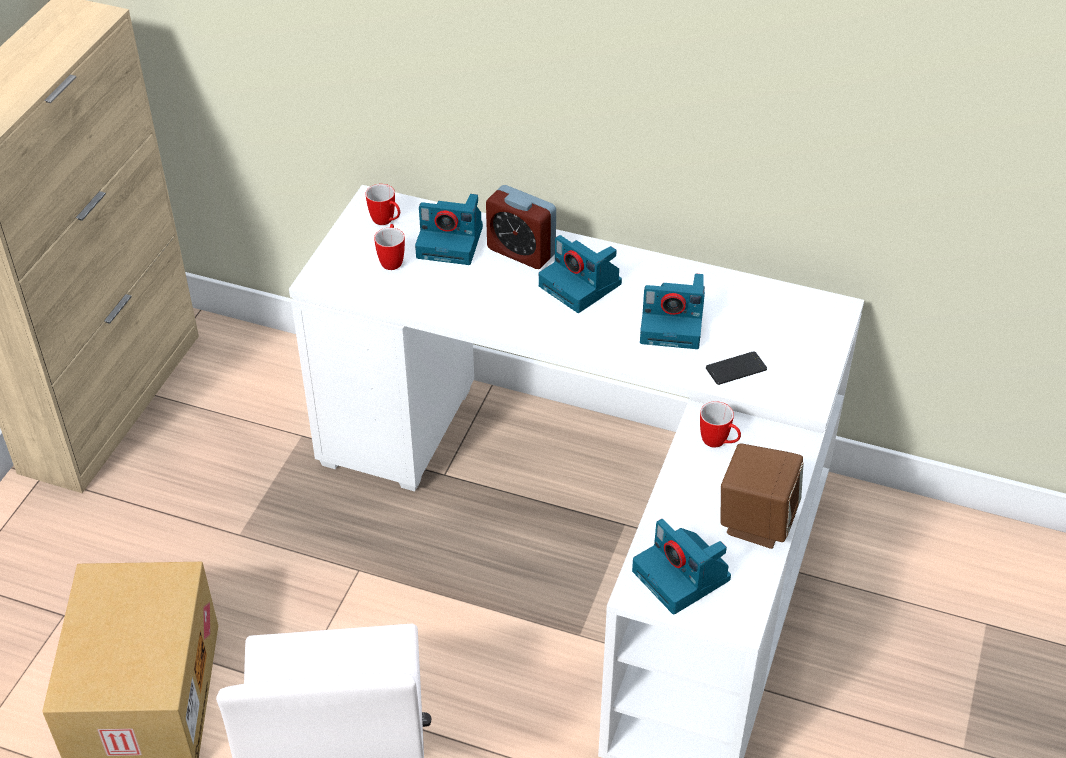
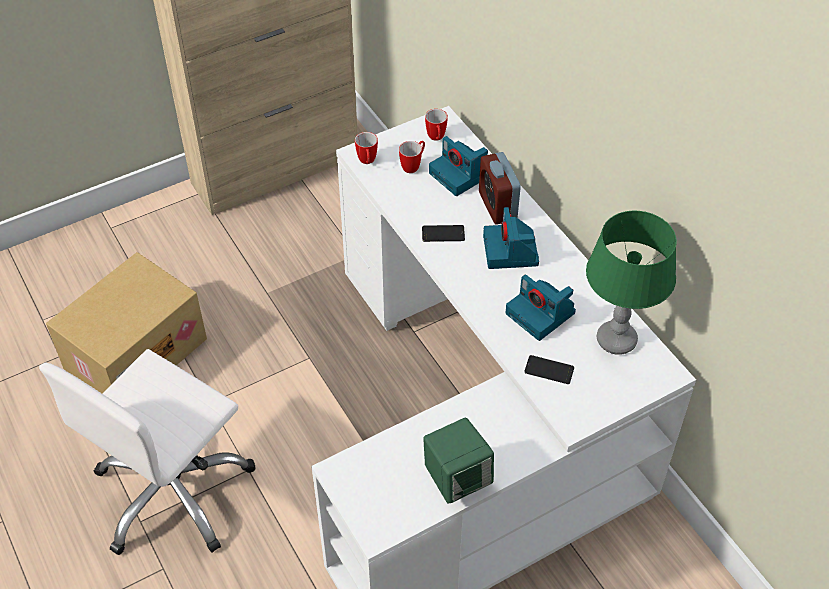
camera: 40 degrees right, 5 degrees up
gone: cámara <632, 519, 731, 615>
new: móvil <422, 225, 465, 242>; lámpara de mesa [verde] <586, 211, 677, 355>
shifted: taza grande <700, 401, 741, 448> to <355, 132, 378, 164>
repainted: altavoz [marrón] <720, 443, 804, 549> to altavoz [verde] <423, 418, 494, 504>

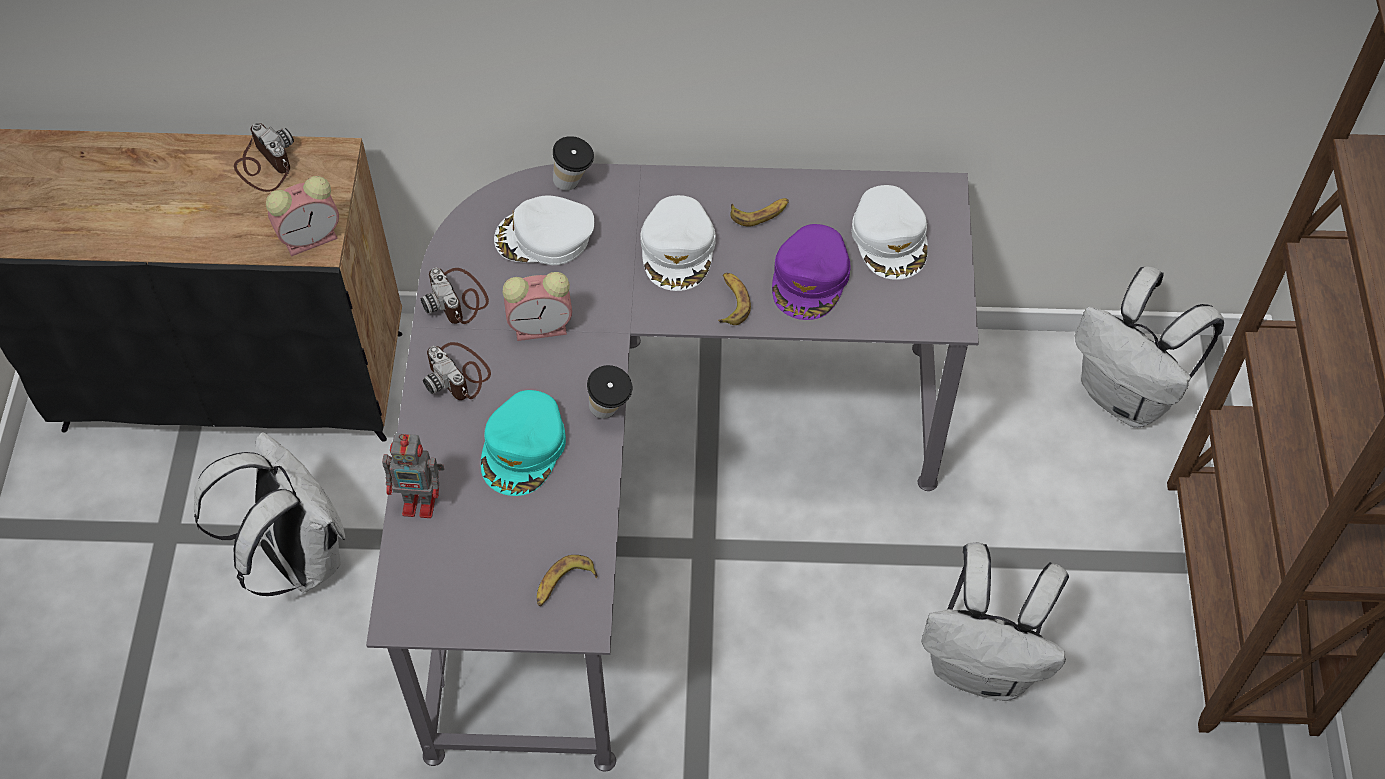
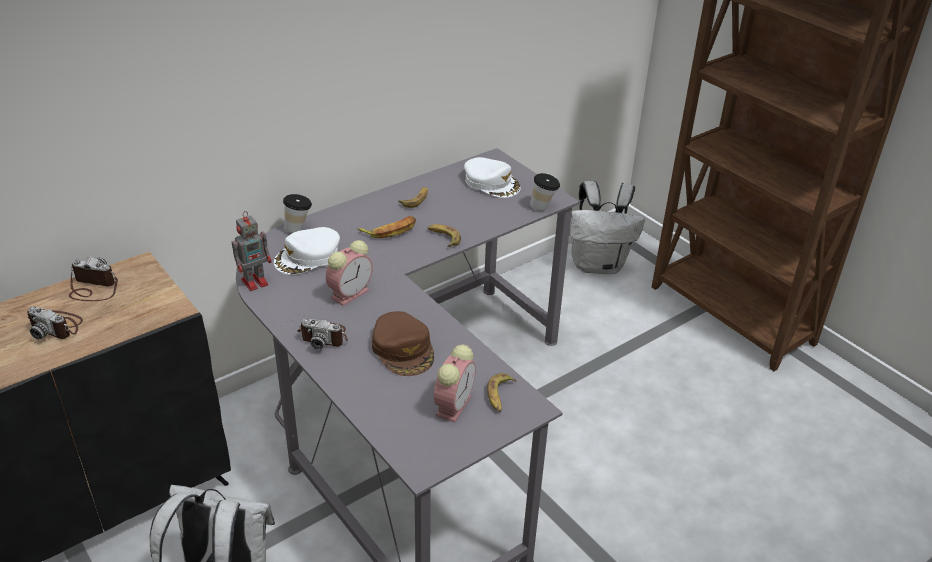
camera: 40 degrees left, 20 degrees down
gone: gorra [morado] <772, 224, 851, 320>; mochila [blanco] <921, 542, 1069, 701>
shifted: despertador <266, 176, 339, 256> to <434, 345, 476, 422>; robot de juguete <382, 433, 445, 518> to <232, 211, 272, 291>; cámara <421, 268, 489, 324> to <27, 306, 83, 340>; taza <587, 365, 632, 419> to <530, 173, 560, 211>
swapped: gorra [blanco] <640, 195, 716, 291> to plátano <357, 216, 416, 238>
repainted: gorra [turquesa] <481, 390, 566, 496> to gorra [marrón] <372, 311, 434, 376>

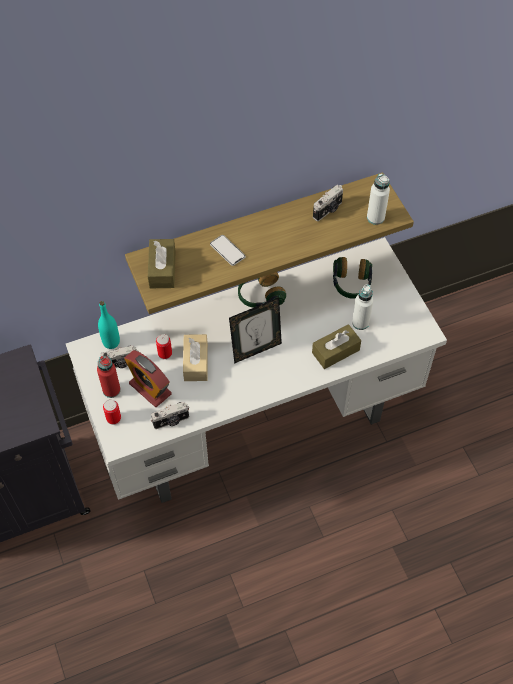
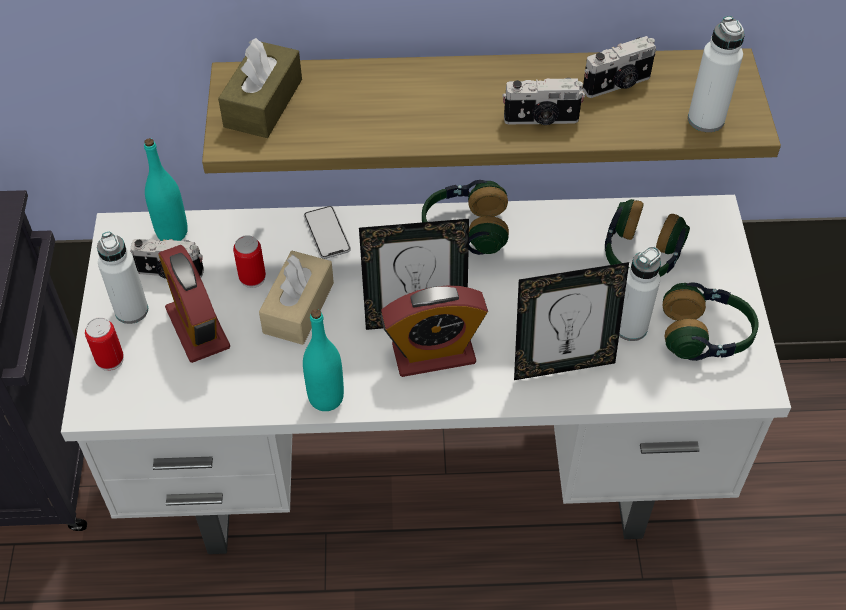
camera: 20 degrees right, 5 degrees down
new: botella [turquesa] <303, 309, 344, 411>; despertador <381, 286, 488, 377>; auriculares <662, 282, 759, 361>
shifted: cámara <150, 402, 189, 429> to <502, 78, 585, 125>; móvil <210, 235, 246, 266> to <304, 206, 351, 259>
swapped: caja de pañuelos [marrón] <312, 324, 361, 369> to portarretratos <514, 262, 629, 380>
repainted: botella [rojo] <97, 356, 121, 398> to botella [blanco] <97, 232, 148, 324>

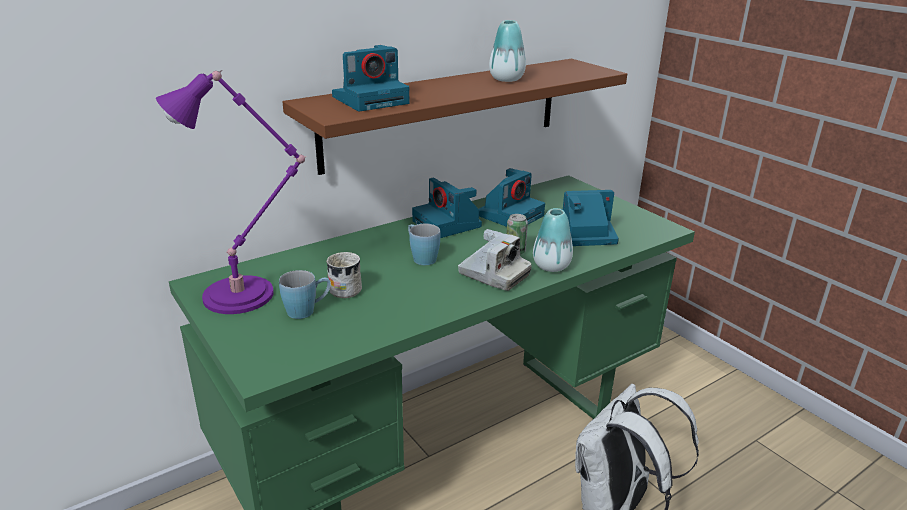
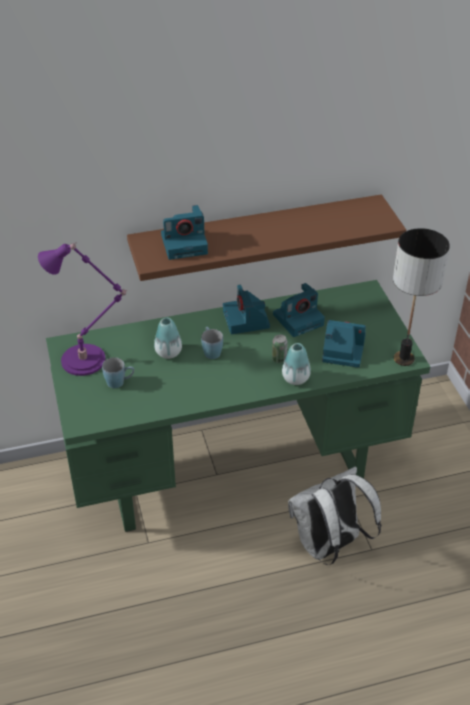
camera: 20 degrees right, 15 degrees up
gone: taza grande [blanco] <326, 252, 362, 298>; cámara <458, 229, 532, 291>
new: lámpara de mesa <393, 228, 450, 366>
shifted: florero <489, 20, 526, 82> to <154, 317, 182, 359>

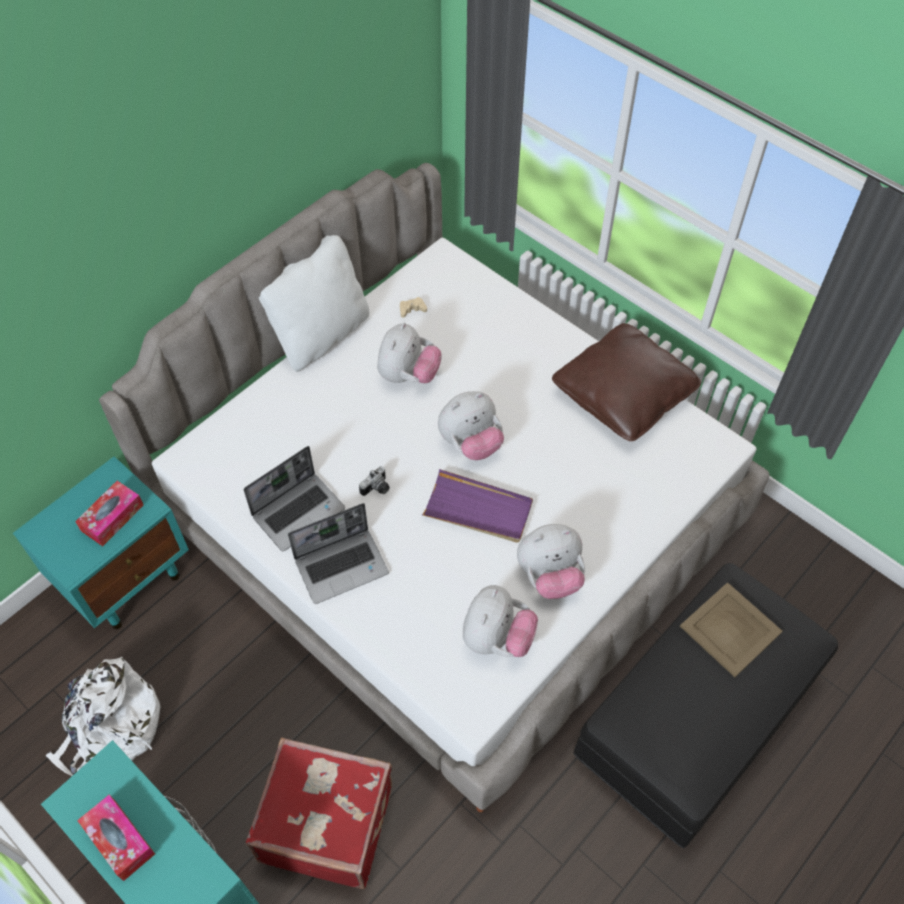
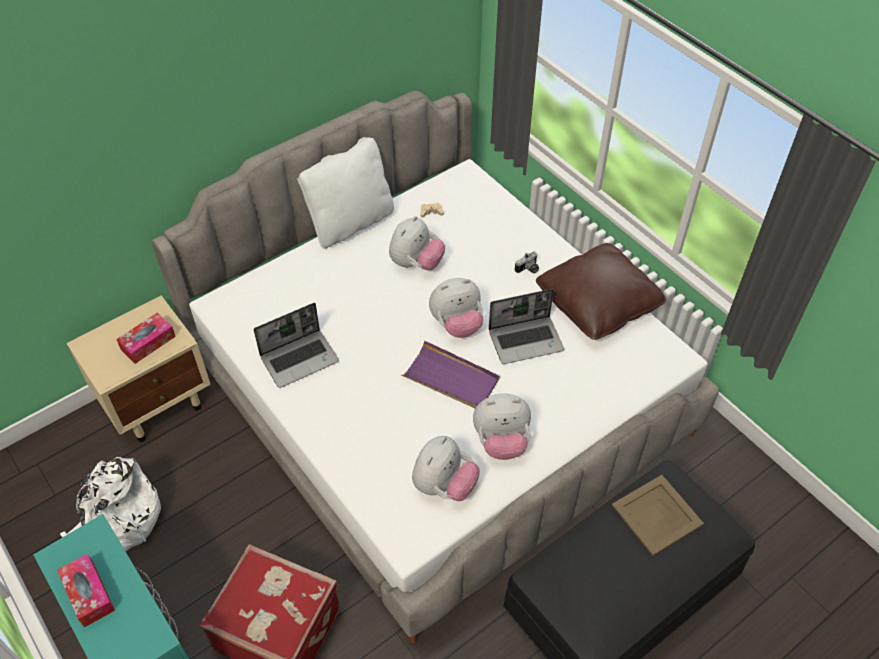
camera: 10 degrees right, 5 degrees down
shifted: portátil <288, 503, 389, 604> to <489, 289, 564, 364>; cámara <359, 466, 390, 496> to <515, 251, 539, 273>
repainted: mesita de noche [turquesa] <13, 456, 189, 629> to mesita de noche [beis] <67, 295, 211, 442>

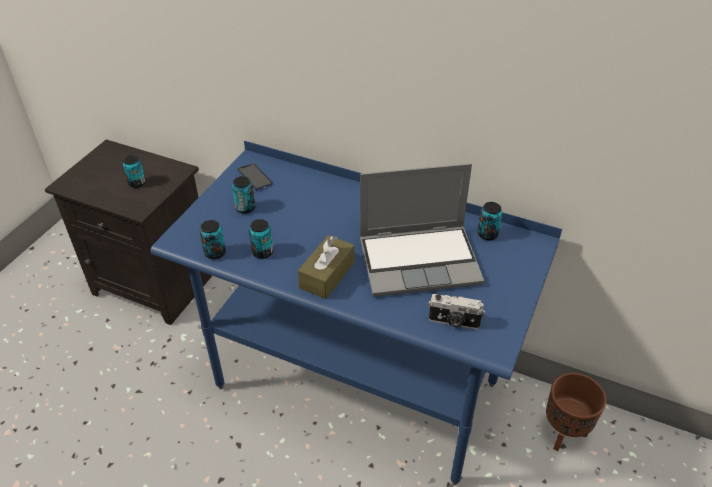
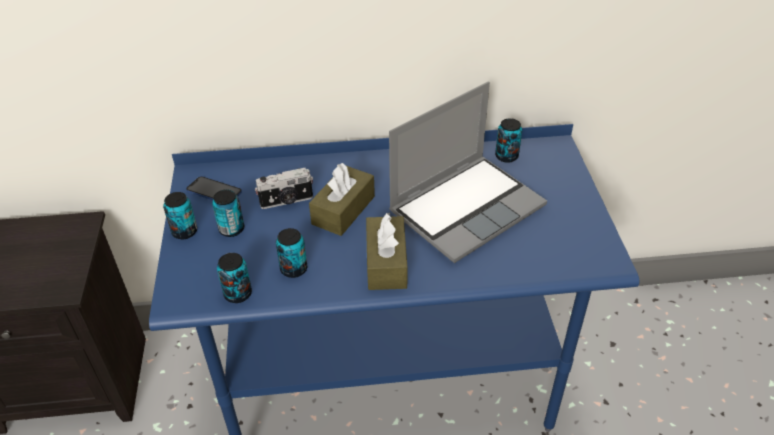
camera: 30 degrees left, 0 degrees up
gone: maceta [marrón] <546, 373, 606, 451>
new: caja de pañuelos [marrón] <309, 163, 375, 236>
shifted: lata <123, 155, 146, 188> to <163, 192, 197, 239>; cámara <428, 294, 485, 329> to <255, 168, 313, 209>

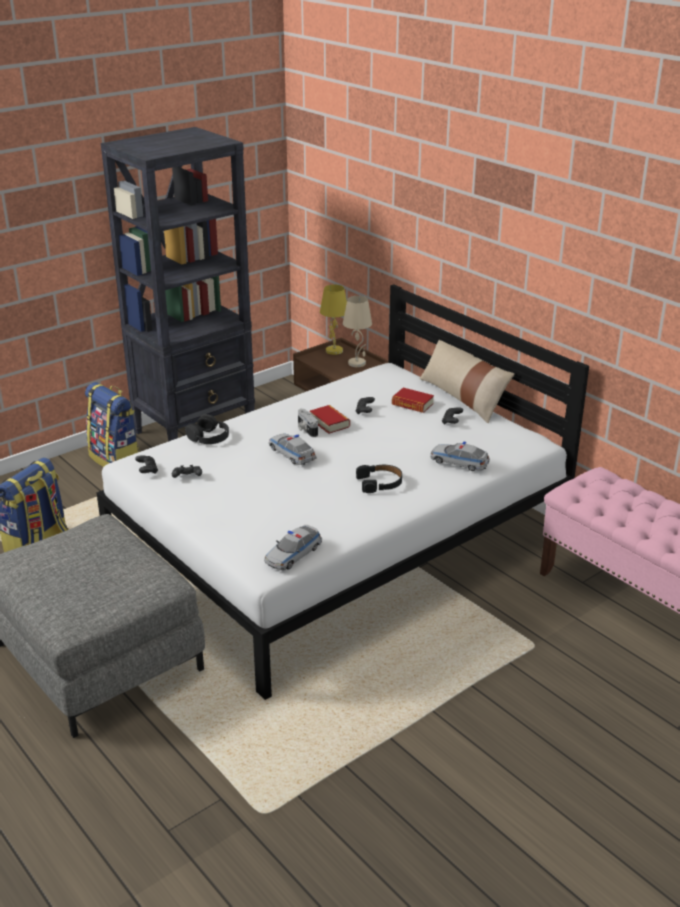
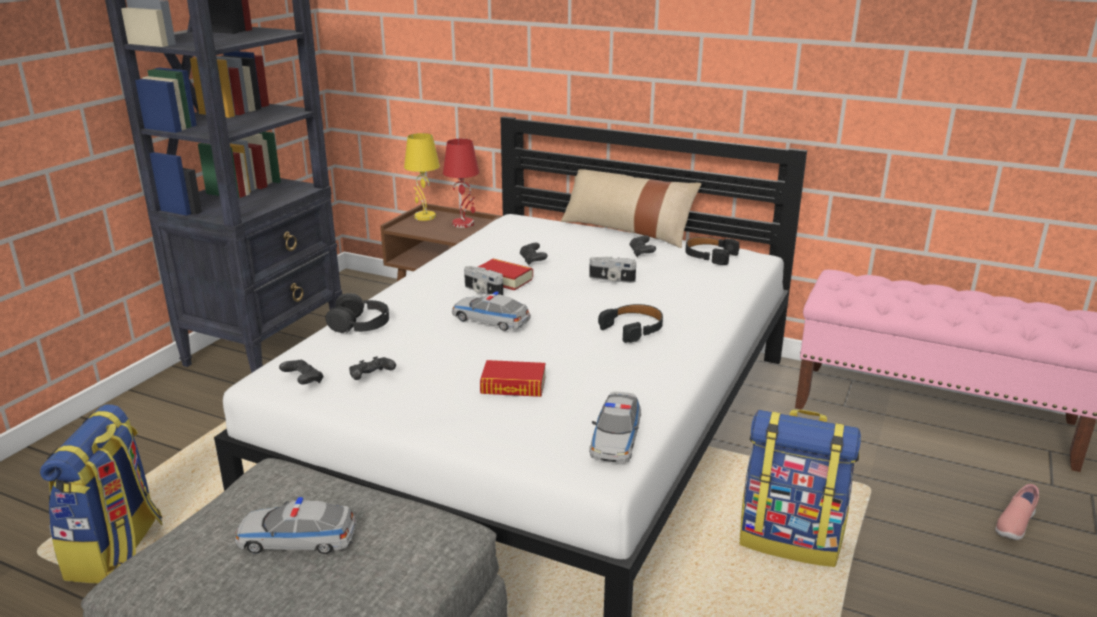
camera: 25 degrees left, 5 degrees down
new: cámara <589, 257, 636, 283>; auriculares [negro] <686, 237, 739, 265>; zapato [rosa] <995, 484, 1039, 540>
shifted: mochila <85, 382, 140, 467> to <740, 410, 861, 567>; libro <392, 388, 434, 413> to <480, 360, 545, 397>; coche de juguete <430, 442, 490, 471> to <235, 497, 356, 554>
repainted: lámpara de mesa [beis] <343, 296, 372, 367> to lámpara de mesa [rojo] <443, 139, 479, 228>

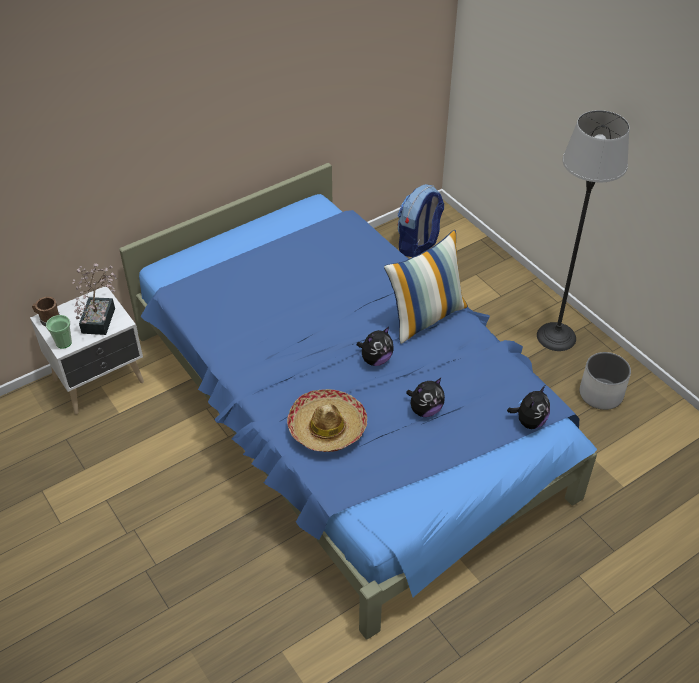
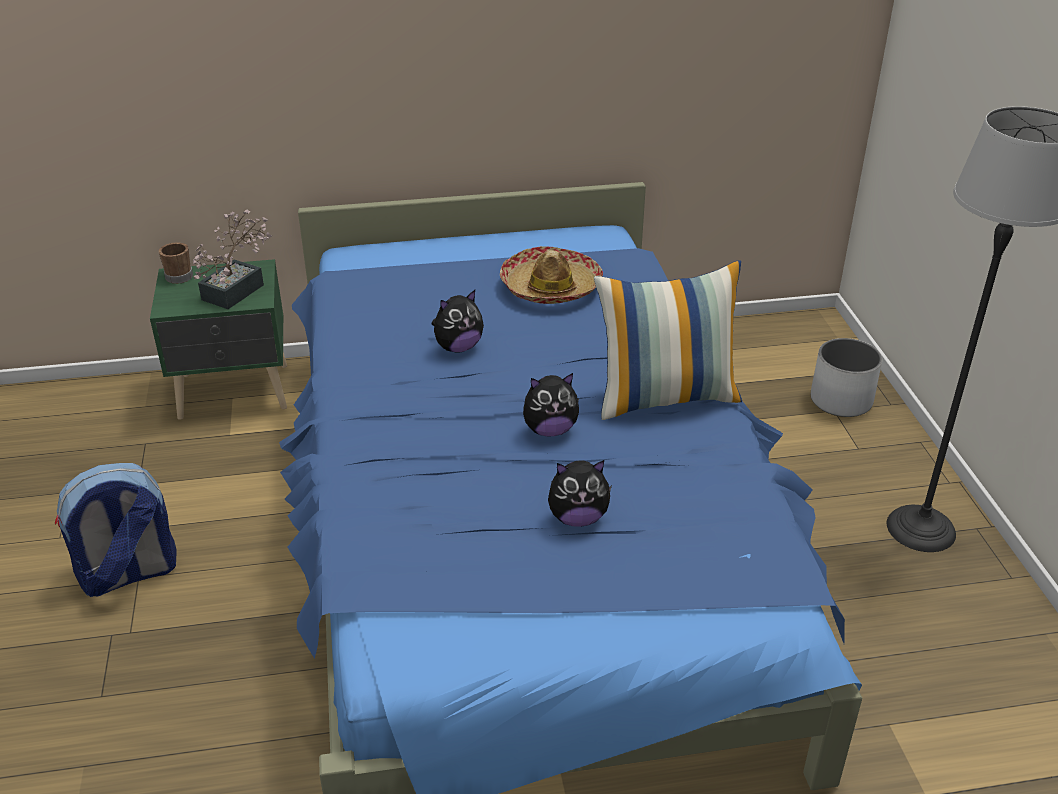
camera: 25 degrees right, 10 degrees down
gone: taza <46, 315, 72, 349>
shifted: sombrero <287, 389, 367, 452> to <500, 246, 603, 304>; mochila <398, 184, 444, 257> to <55, 463, 177, 597>; peluche <507, 386, 550, 429> to <431, 290, 484, 353>; maceta [blanco] <580, 352, 631, 410> to <811, 338, 882, 417>
repainted: mesita de noche [blanco] <30, 286, 144, 414> to mesita de noche [verde] <150, 259, 287, 420>

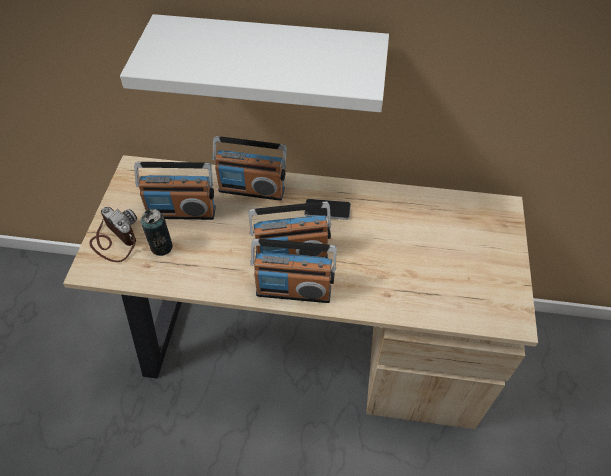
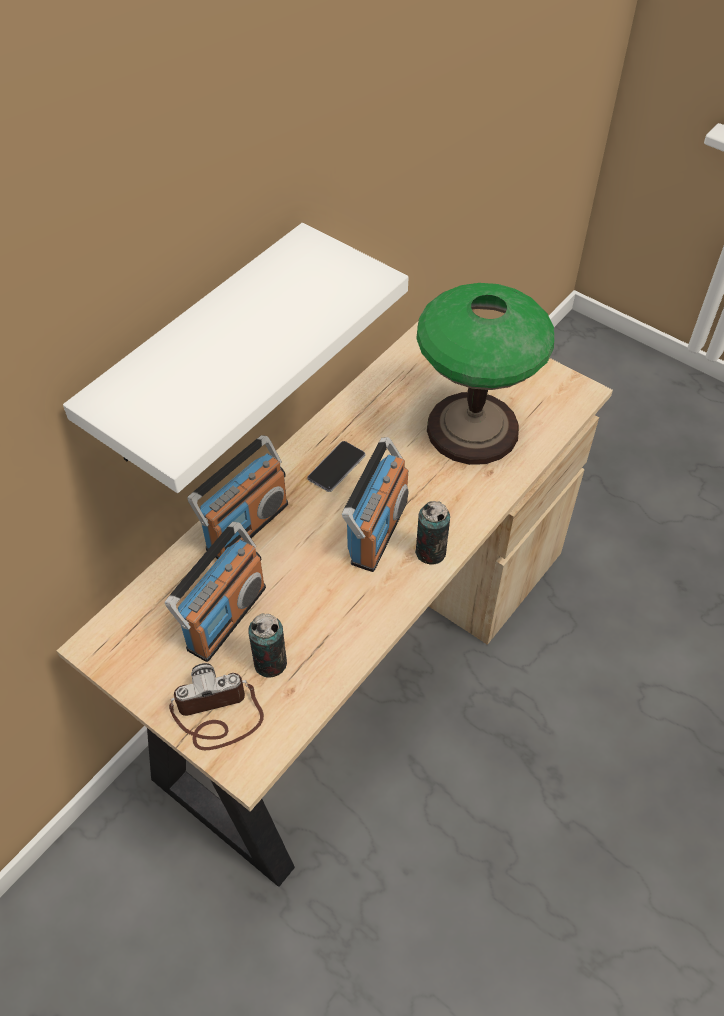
camera: 60 degrees left, 0 degrees up
new: lámpara de mesa <416, 283, 554, 465>
swapped: radio <250, 238, 337, 303> to lata <415, 501, 450, 565>

